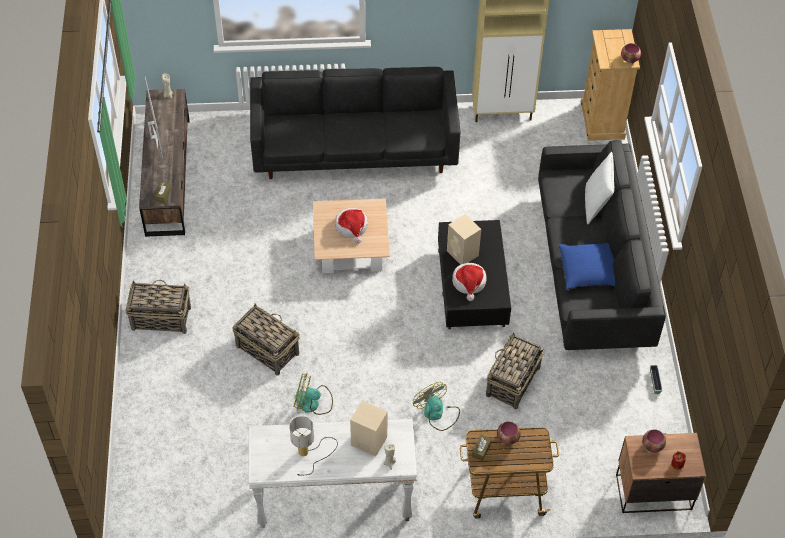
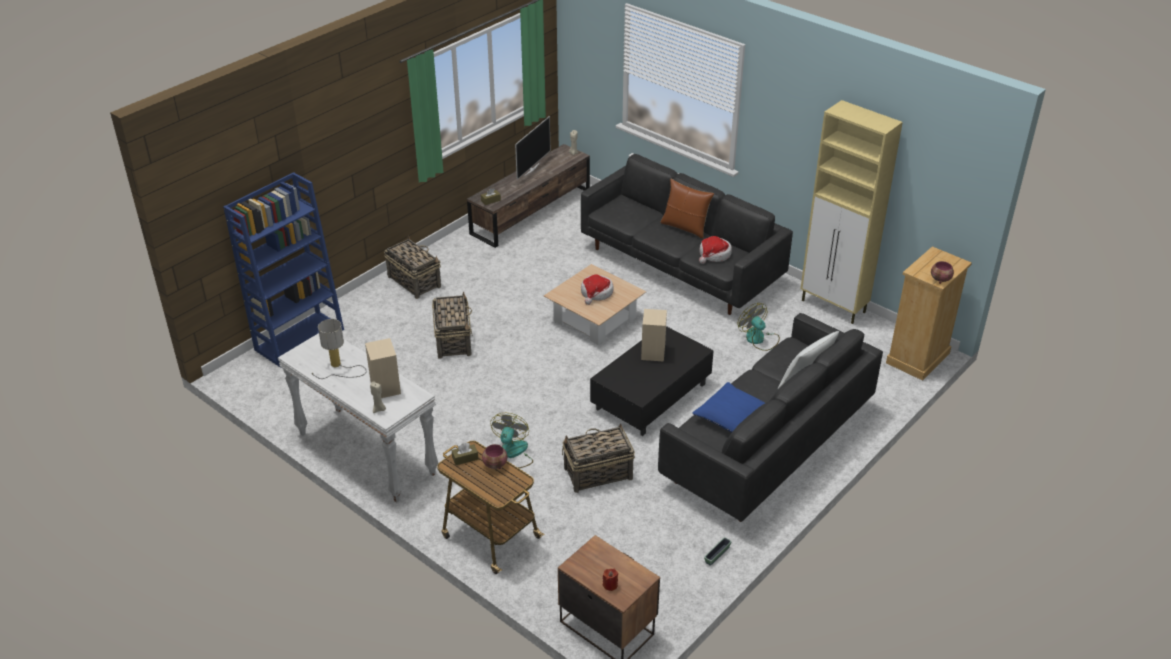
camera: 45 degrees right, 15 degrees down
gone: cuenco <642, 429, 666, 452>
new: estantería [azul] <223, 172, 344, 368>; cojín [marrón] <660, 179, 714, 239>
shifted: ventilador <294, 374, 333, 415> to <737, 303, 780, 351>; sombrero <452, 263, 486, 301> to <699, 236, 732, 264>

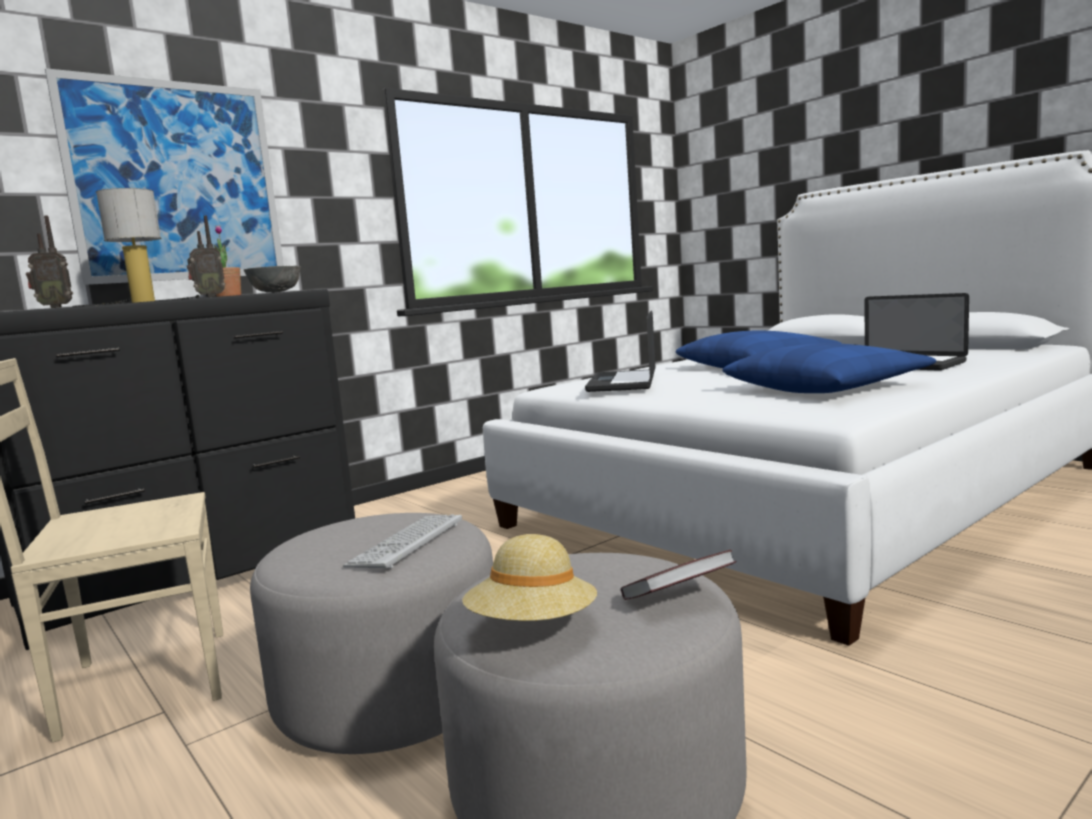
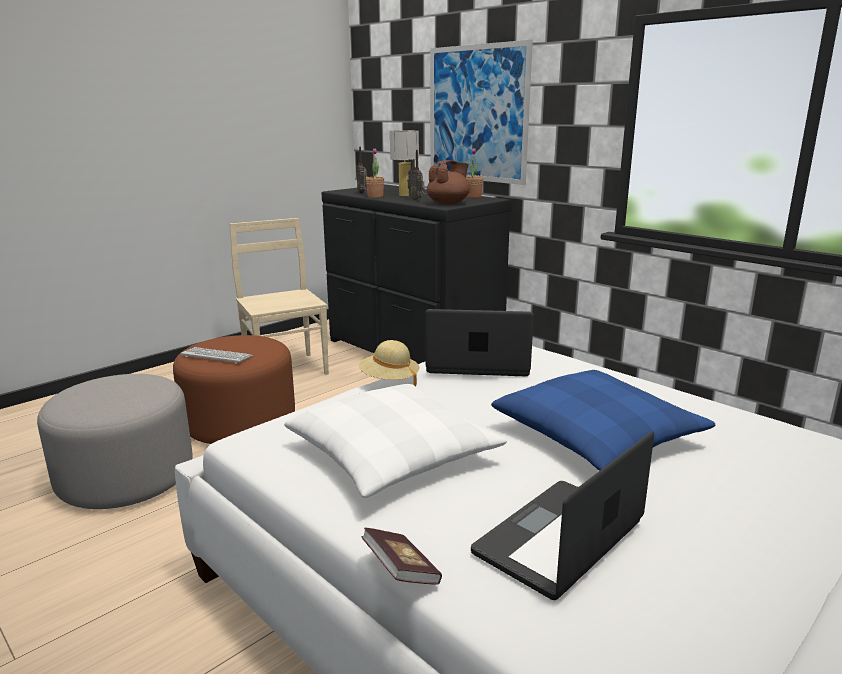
camera: 85 degrees right, 10 degrees up
new: planta en maceta <366, 149, 384, 198>
shifted: sombrero [beis] <462, 534, 597, 621> to <359, 340, 419, 387>; libro <621, 550, 736, 600> to <361, 528, 442, 585>
swapped: cuenco [gris] <244, 266, 301, 293> to tetera [marrón] <427, 160, 470, 205>
repainted: puf [gris] <250, 513, 493, 754> to puf [marrón] <173, 335, 295, 444>; cojín [azul] <723, 343, 936, 393> to cojín [blanco] <284, 384, 507, 498>

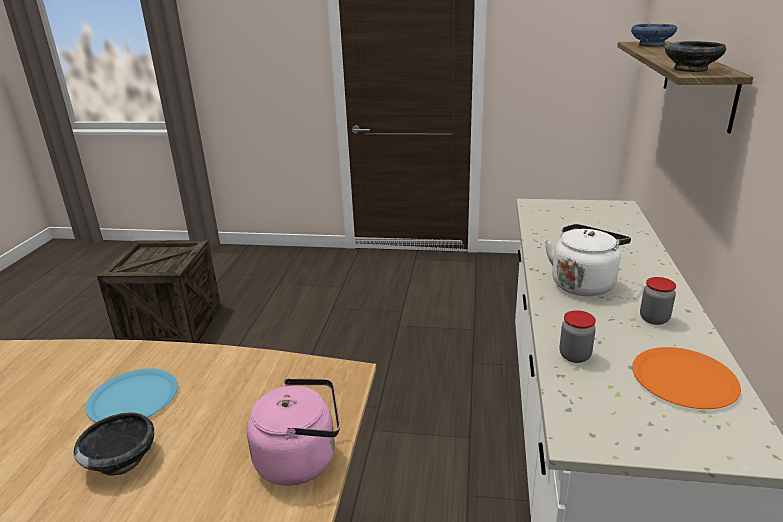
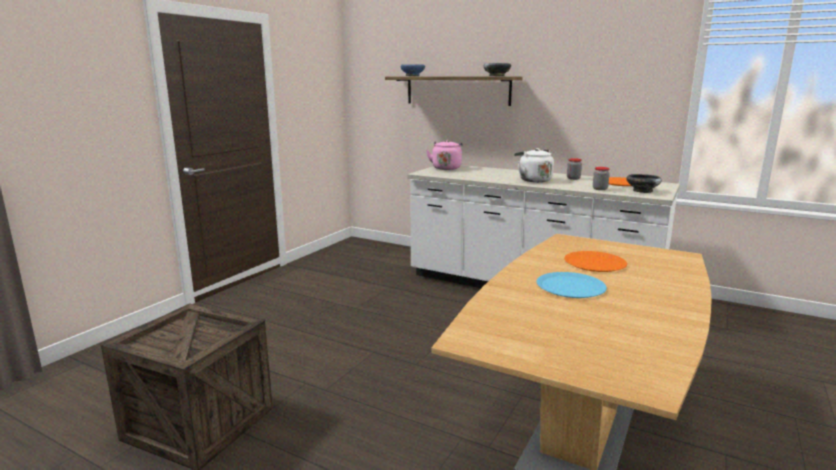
camera: 70 degrees left, 10 degrees down
new: plato [naranja] <564, 251, 627, 272>
shifted: cuenco [negro] <74, 413, 154, 476> to <626, 174, 662, 193>; hervidor [rosa] <247, 378, 340, 486> to <426, 140, 463, 170>

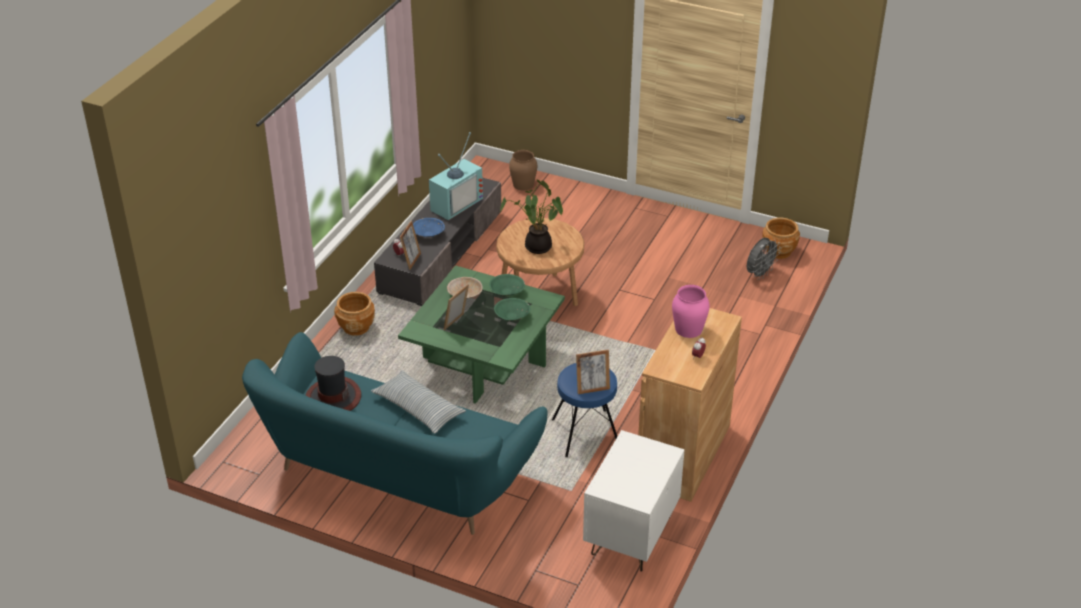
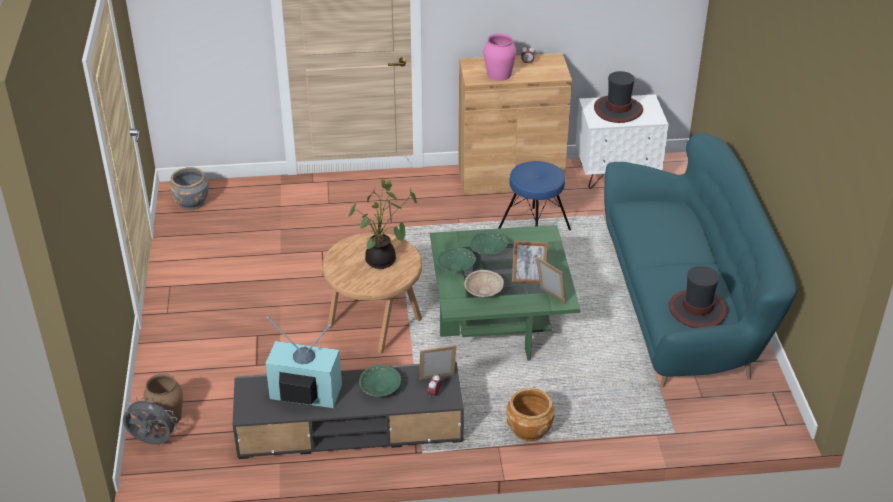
camera: 120 degrees left, 0 degrees up
gone: cojín <371, 370, 466, 434>
new: sombrero <594, 71, 643, 123>
shifted: portarretratos <576, 349, 610, 394> to <536, 257, 566, 304>; ventilador [gris] <747, 238, 780, 280> to <123, 397, 178, 444>
repainted: cuenco [azul] <413, 218, 445, 237> to cuenco [verde] <359, 365, 401, 397>; maceta [marrón] <762, 218, 800, 259> to maceta [gris] <169, 167, 209, 211>

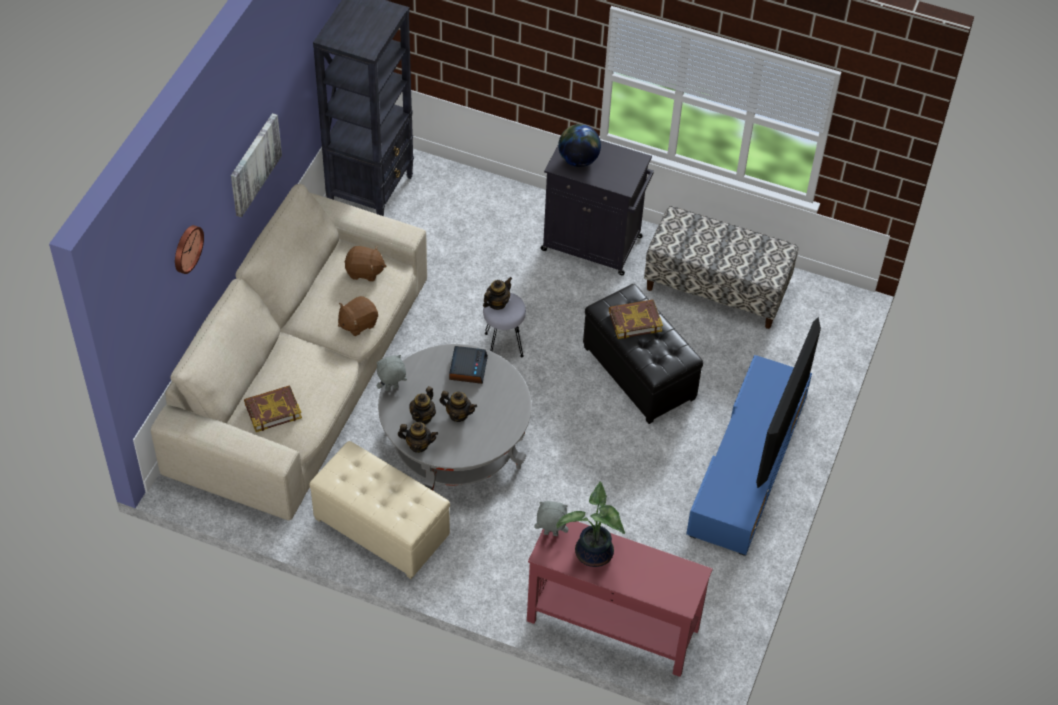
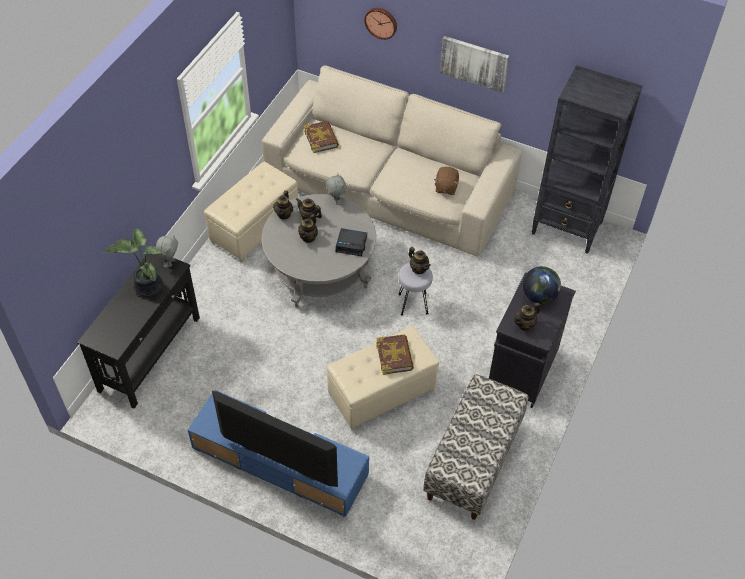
camera: 95 degrees right, 0 degrees up
gone: peluche [marrón] <338, 296, 378, 336>
new: tetera <514, 302, 541, 332>
repainted: mesa consola [rojo] <527, 521, 713, 677> to mesa consola [negro] <77, 254, 200, 409>; puf [negro] <583, 284, 703, 424> to puf [beis] <327, 326, 439, 430>

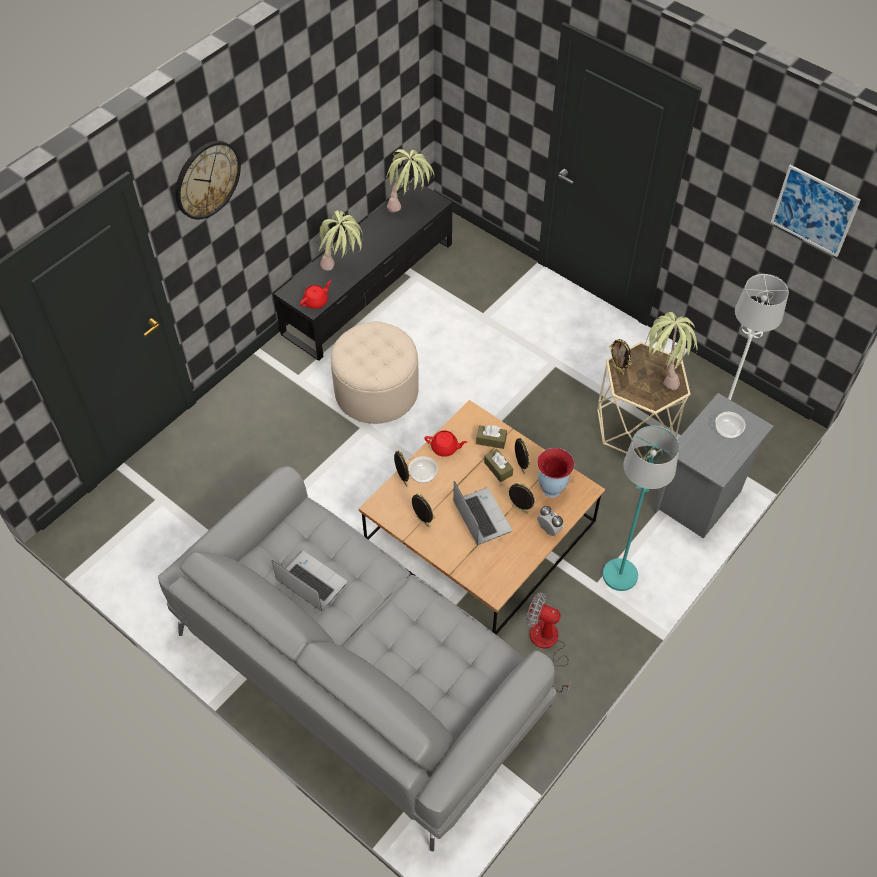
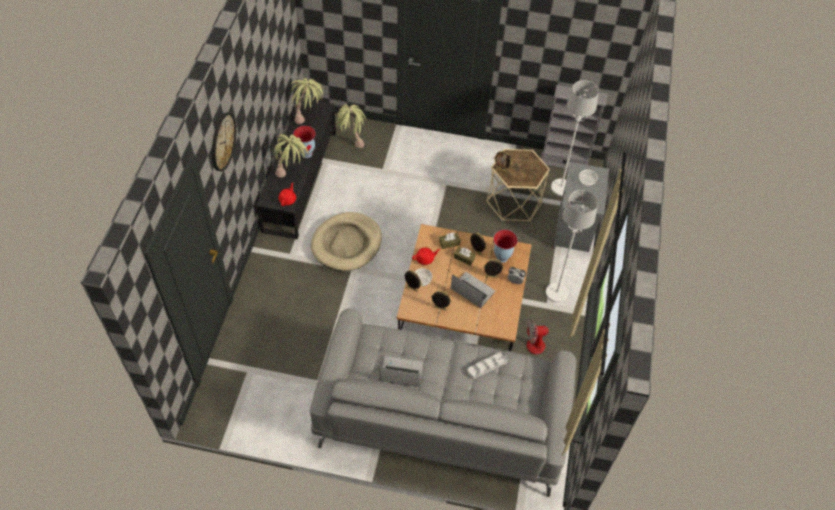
camera: 30 degrees left, 0 degrees up
gone: cuadro <771, 165, 861, 257>
new: florero <293, 126, 316, 158>; bandeja [gris] <467, 352, 508, 379>; estantería [gris] <541, 85, 607, 169>
shifted: planta en maceta <645, 312, 698, 390> to <337, 104, 367, 148>
swapped: puf [beis] <331, 321, 419, 424> to cama para perro [beis] <311, 212, 382, 271>
repainted: lámpara de pie [turquesa] <603, 426, 679, 591> to lámpara de pie [blanco] <546, 190, 598, 303>

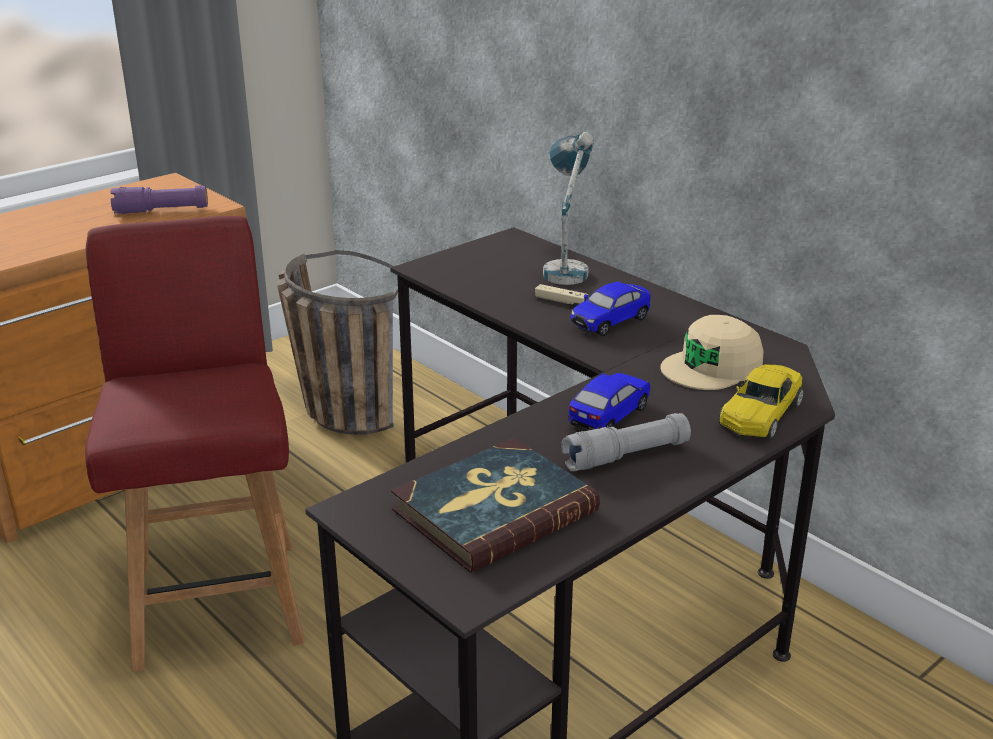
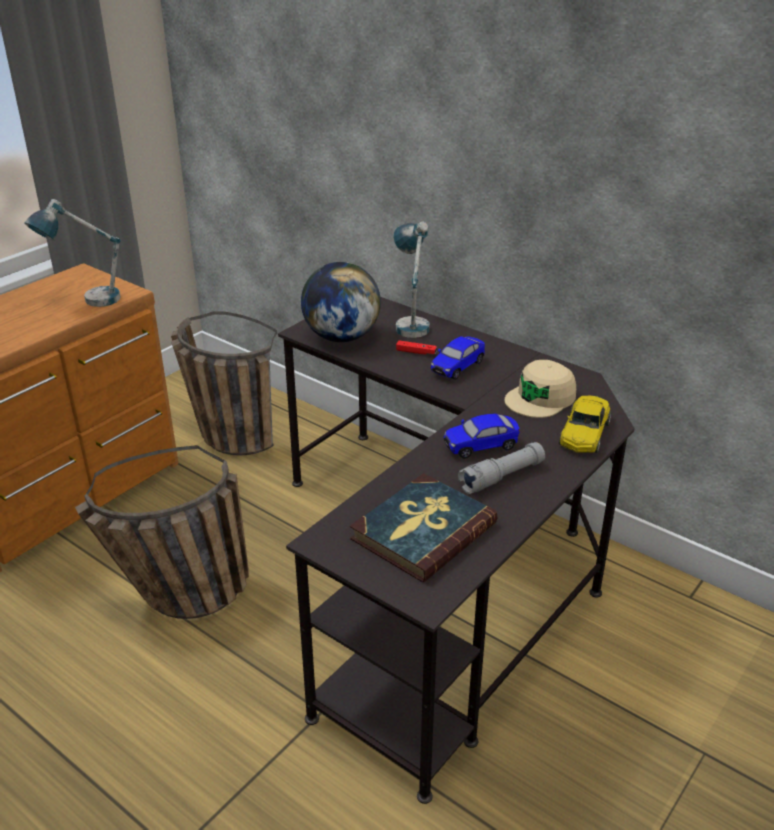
camera: 10 degrees left, 5 degrees up
new: globo terráqueo <301, 262, 381, 342>
swapped: silla [rojo] <85, 216, 305, 672> to cesta <75, 445, 249, 619>; linterna [morado] <110, 185, 208, 214> to lámpara de mesa <24, 199, 121, 307>
repainted: mando de consola [beis] <535, 284, 588, 305> to mando de consola [rojo] <396, 340, 437, 355>
rotated: coche de juguete <568, 373, 650, 430> = <443, 413, 520, 459> 135 degrees counterclockwise

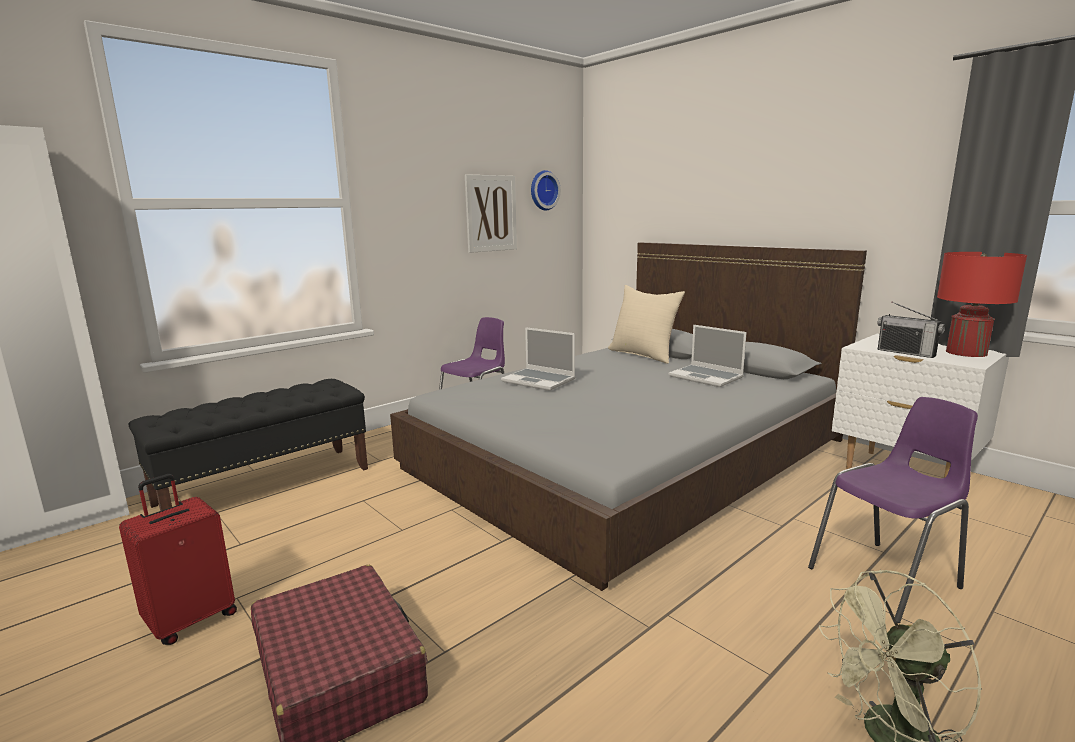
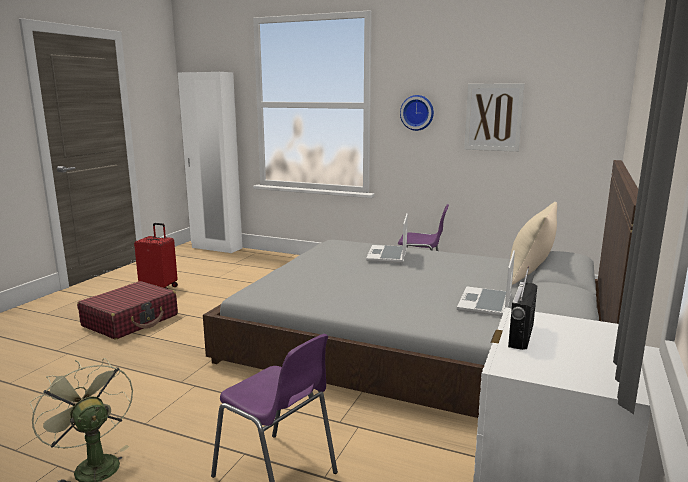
camera: 65 degrees right, 0 degrees up
gone: banco [negro] <129, 379, 368, 511>; lámpara de mesa [rojo] <937, 252, 1027, 357>
shifted: reloj de pared <531, 170, 561, 210> to <400, 95, 434, 131>

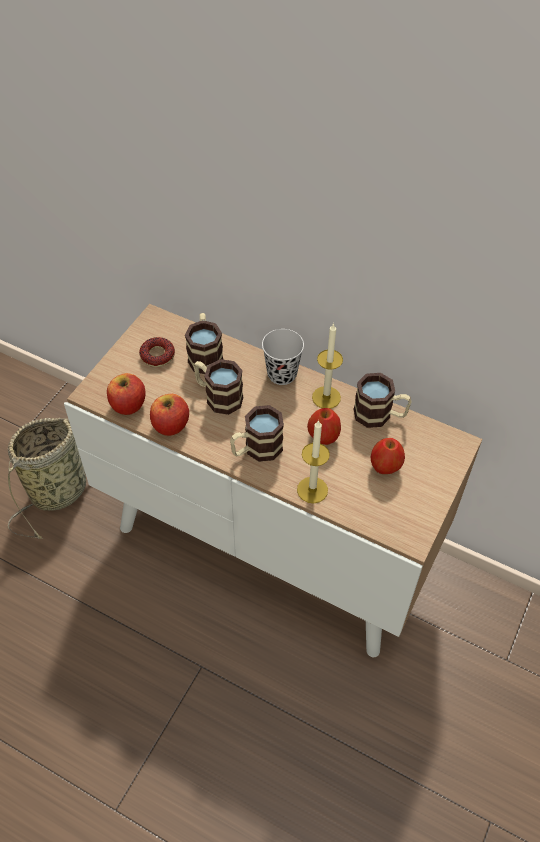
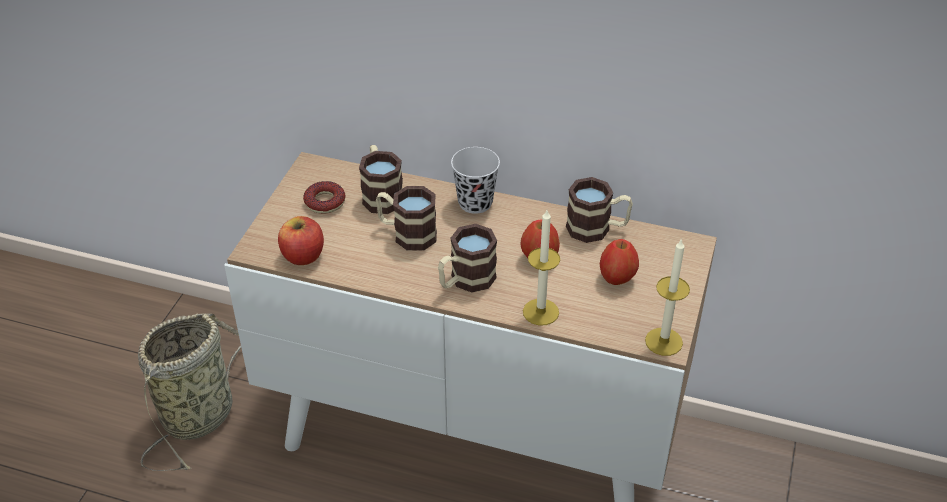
camera: 10 degrees left, 10 degrees down
gone: manzana <150, 394, 189, 436>
shifted: vela <312, 323, 343, 409> to <645, 238, 690, 356>

